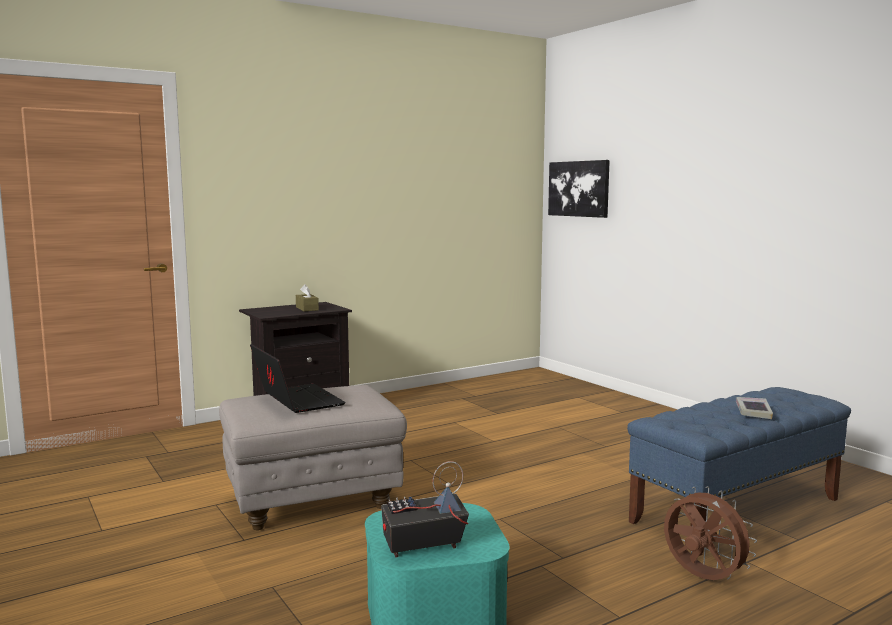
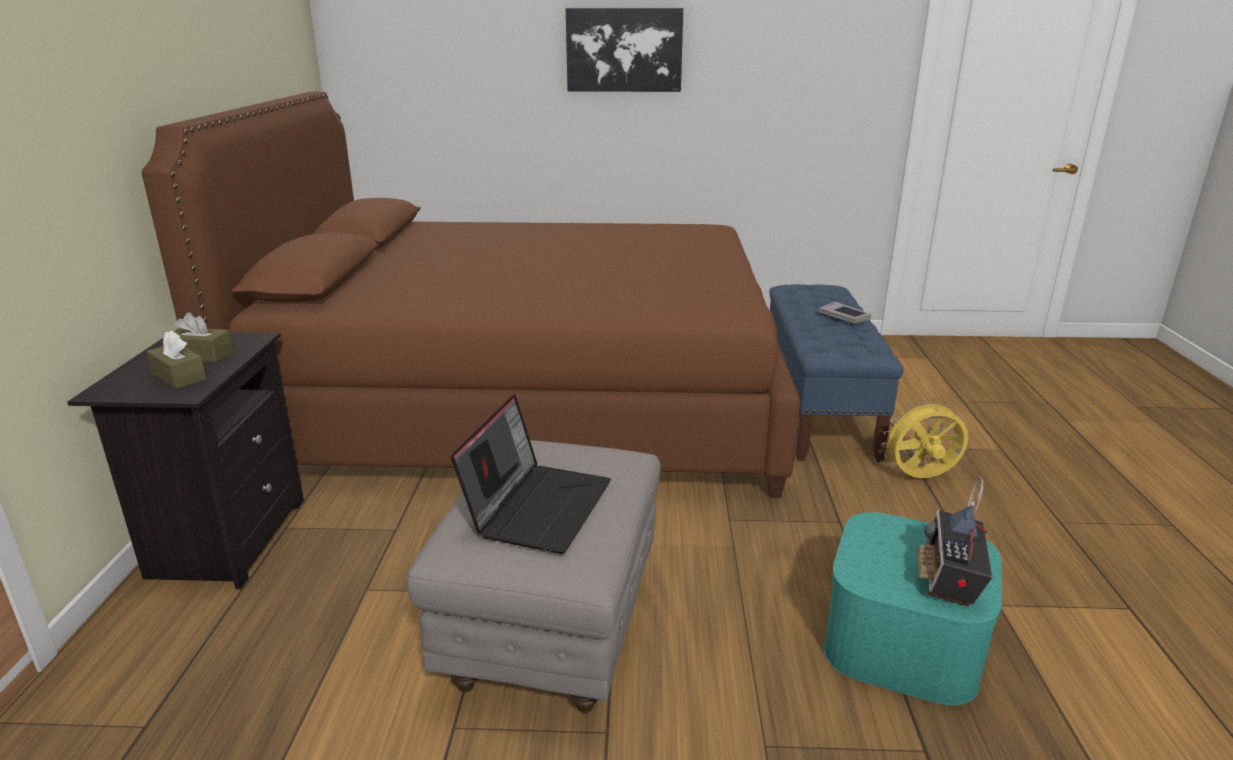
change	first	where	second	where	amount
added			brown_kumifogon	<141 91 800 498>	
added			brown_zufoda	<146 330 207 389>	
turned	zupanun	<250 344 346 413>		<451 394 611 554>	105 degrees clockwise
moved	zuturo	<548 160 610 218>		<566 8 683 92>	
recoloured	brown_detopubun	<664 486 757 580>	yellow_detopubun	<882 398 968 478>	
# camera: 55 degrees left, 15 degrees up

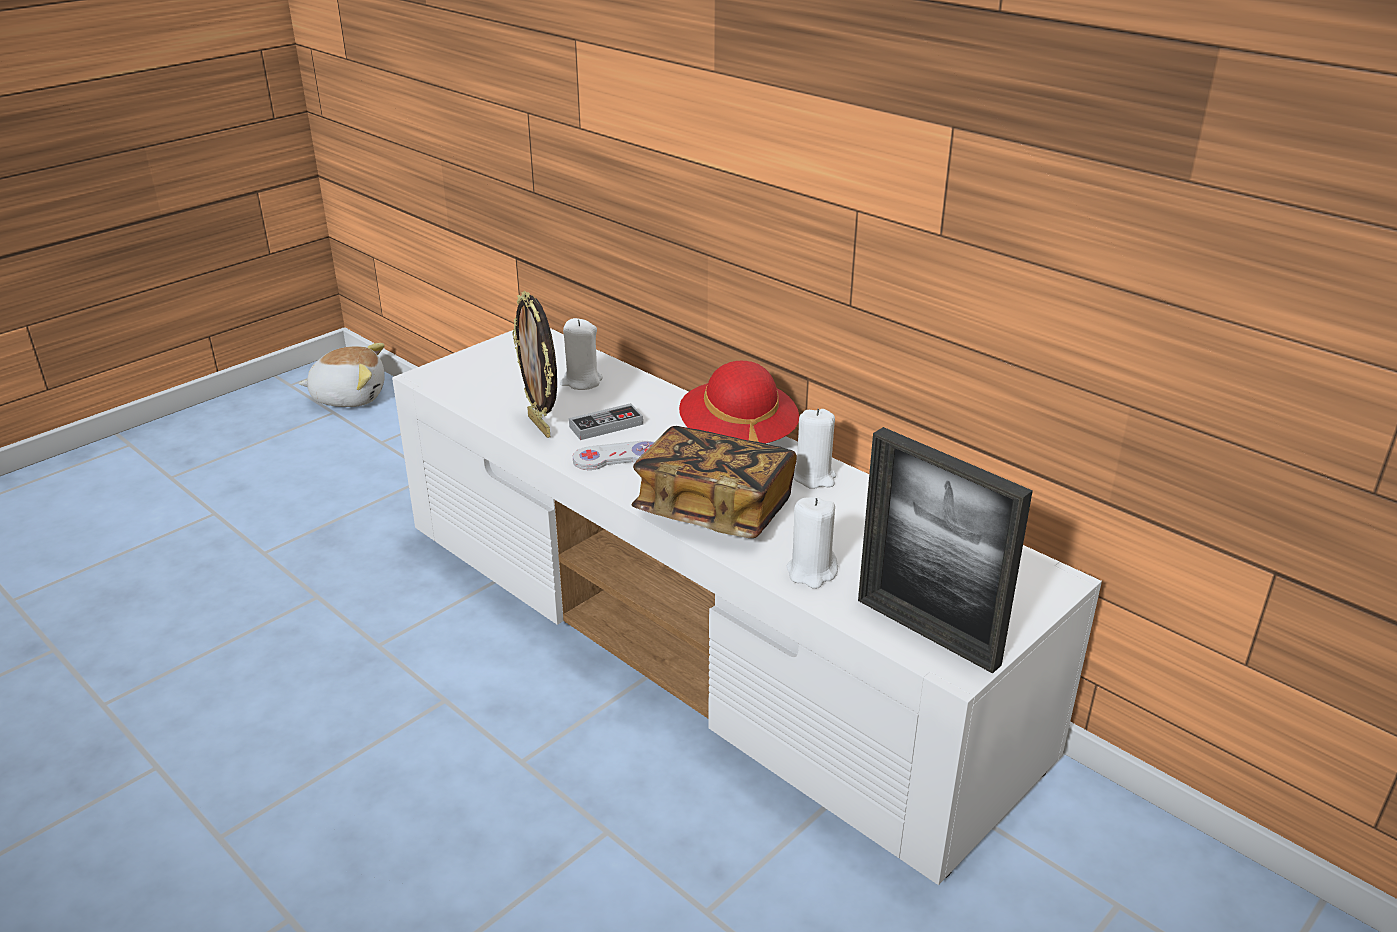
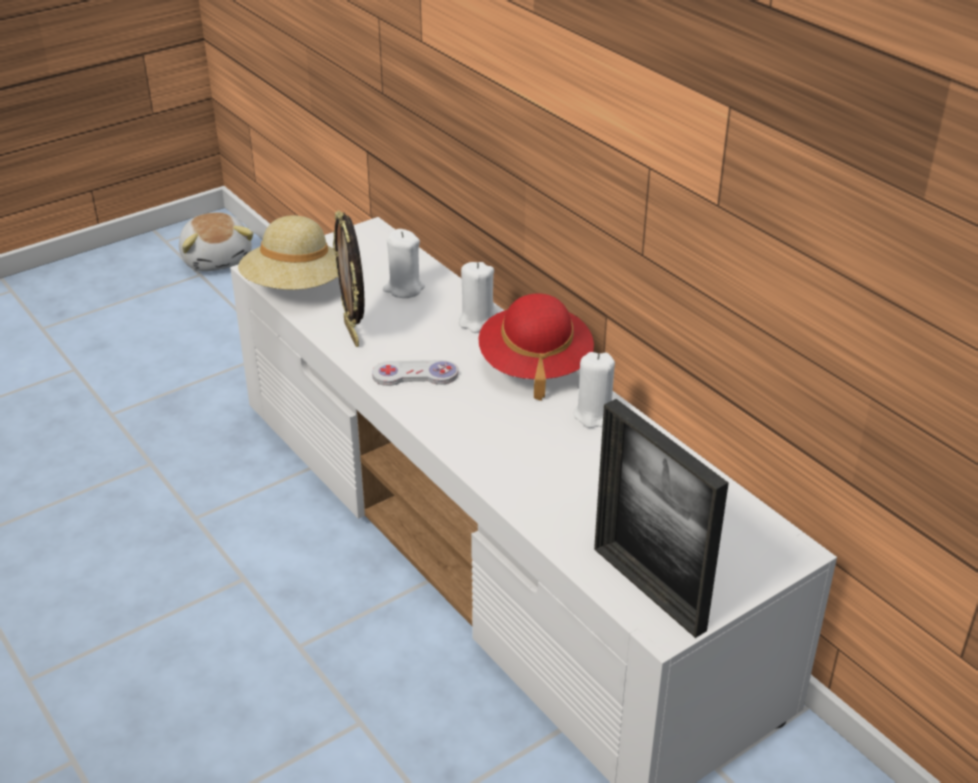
change	first	where	second	where	amount
turned	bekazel	<299 343 385 407>		<179 212 254 272>	60 degrees clockwise
added			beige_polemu	<238 215 338 290>	
moved	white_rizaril	<786 496 838 589>		<459 262 498 333>	
removed	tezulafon	<569 403 643 440>			
removed	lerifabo	<632 426 797 538>			
# camera: 10 degrees right, 5 degrees up

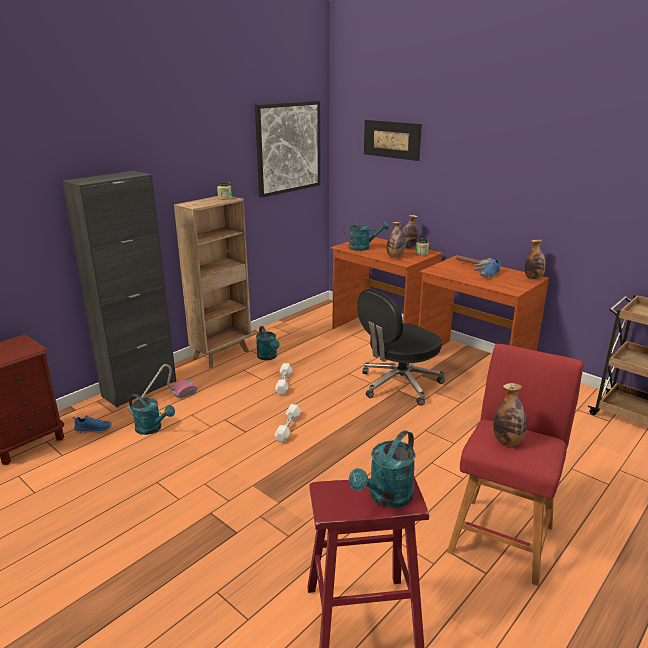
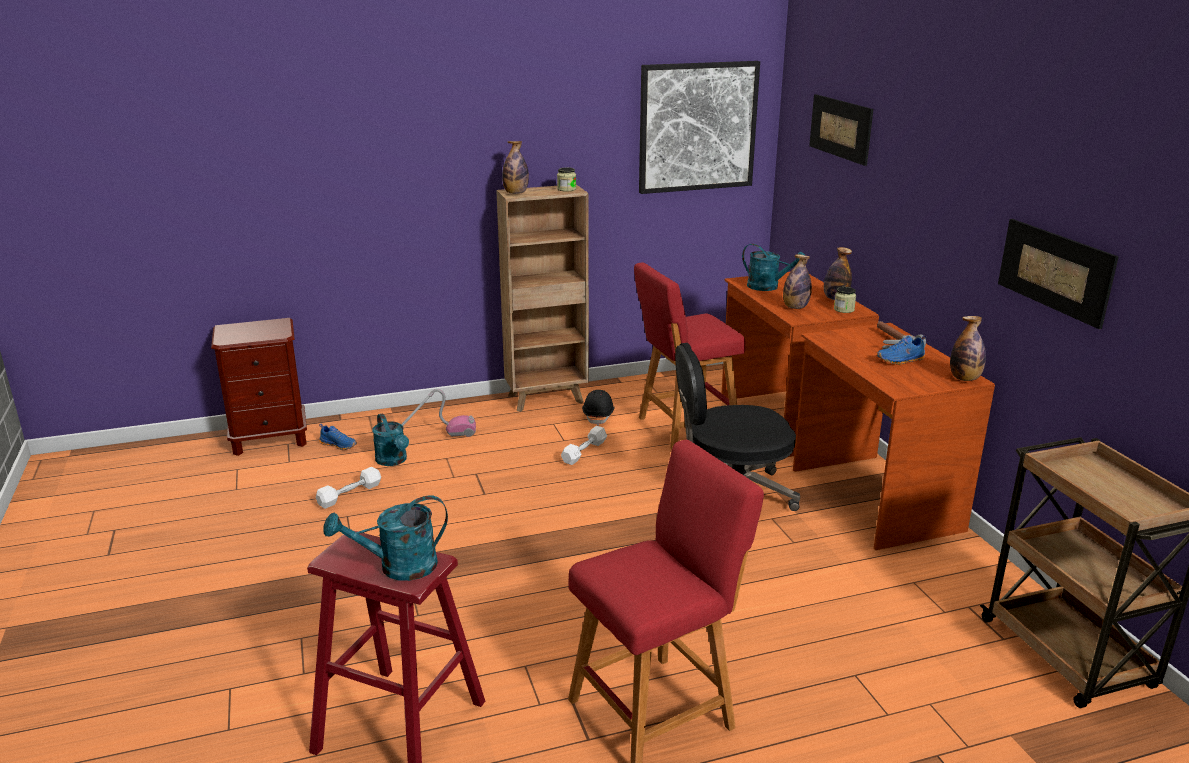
change	first	where	second	where	amount
moved	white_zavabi	<274 404 301 443>		<316 467 381 509>	
moved	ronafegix	<493 383 527 446>		<502 141 529 194>	
replaced	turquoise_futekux	<256 326 280 360>	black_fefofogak	<582 390 615 426>	
added			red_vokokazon	<634 263 746 449>	
added			zuturo	<998 219 1119 329>	
removed	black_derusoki	<62 171 176 408>			
# camera: 30 degrees right, 0 degrees up

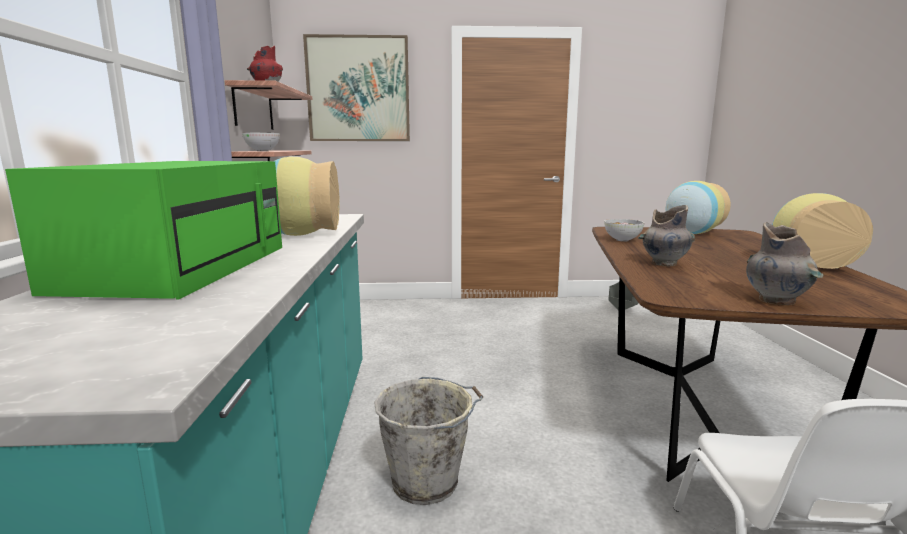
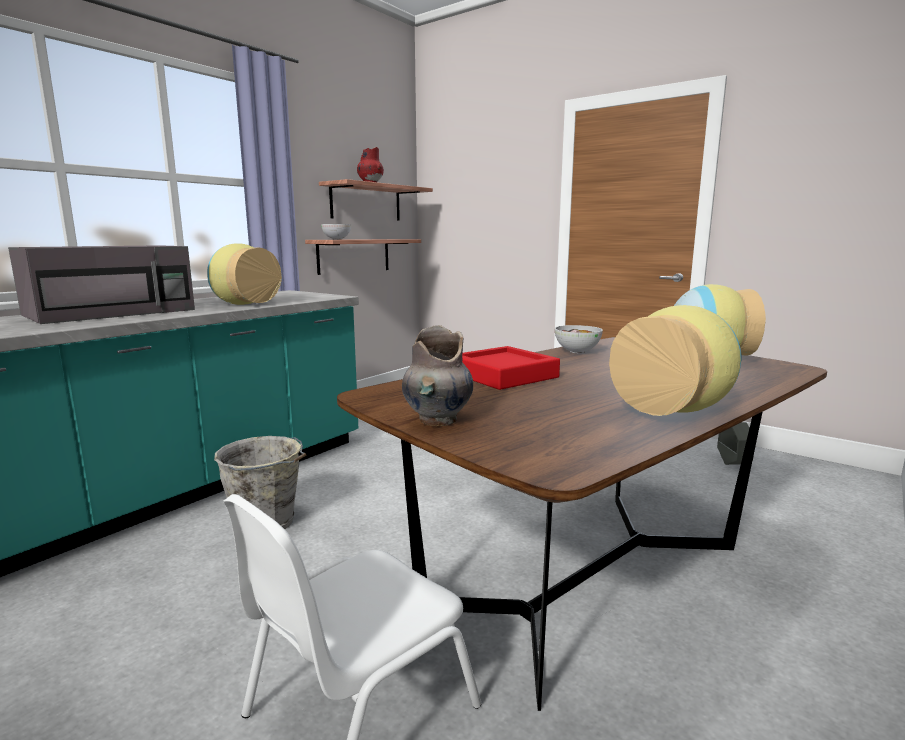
change	first	where	second	where	amount
recoloured	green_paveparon	<5 161 282 299>	grey_paveparon	<8 245 195 324>	
replaced	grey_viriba	<638 205 695 266>	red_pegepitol	<462 346 560 390>	
removed	zuturo	<303 34 410 141>			
# camera: 40 degrees right, 0 degrees up

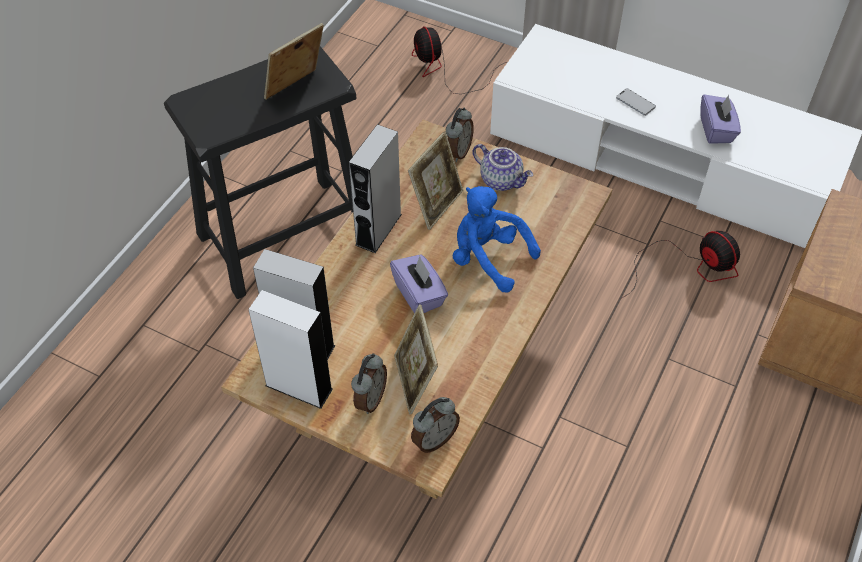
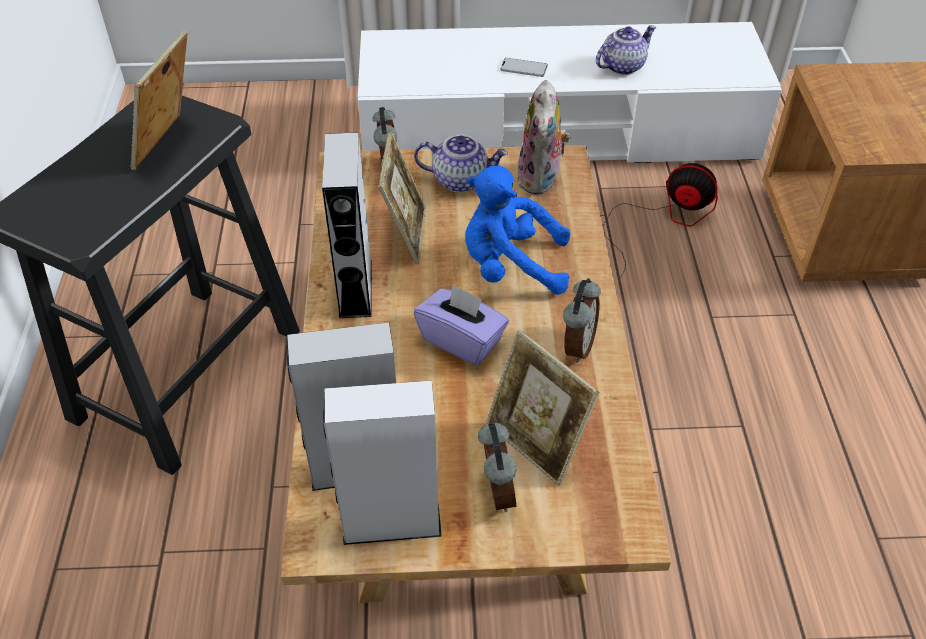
change	first	where	second	where	amount
added			bekazel	<517 80 571 195>	
moved	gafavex	<411 397 460 453>		<563 278 601 363>	
replaced	purple_zufoda	<700 94 741 144>	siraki	<596 25 656 75>	
removed	detopubun	<412 26 507 94>			
# camera: 30 degrees left, 5 degrees down

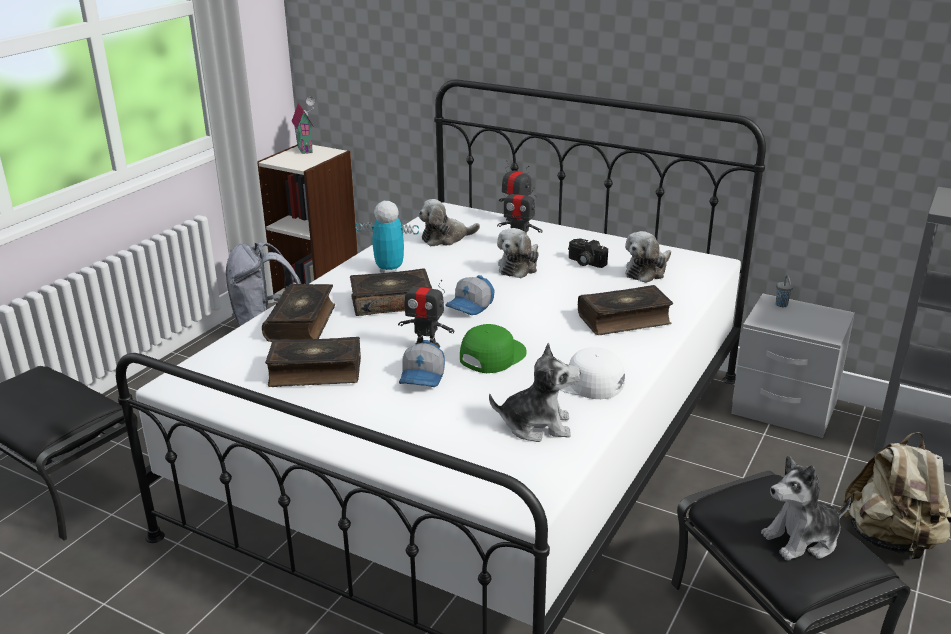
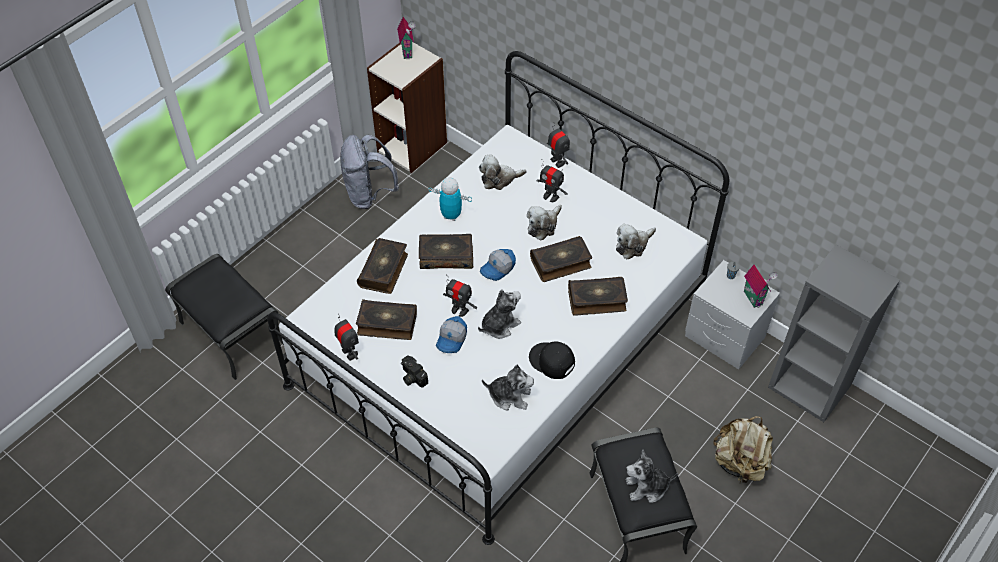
change	first	where	second	where	amount
added			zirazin	<334 314 359 361>	
moved	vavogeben	<568 238 608 268>		<401 355 428 388>	
replaced	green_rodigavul	<460 324 527 373>	bekazel	<478 289 521 339>	
recoloured	white_rodigavul	<560 347 625 399>	black_rodigavul	<529 342 575 379>	
added			lerifabo	<530 236 592 282>	
added			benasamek	<744 265 778 308>	
# camera: 10 degrees right, 25 degrees up

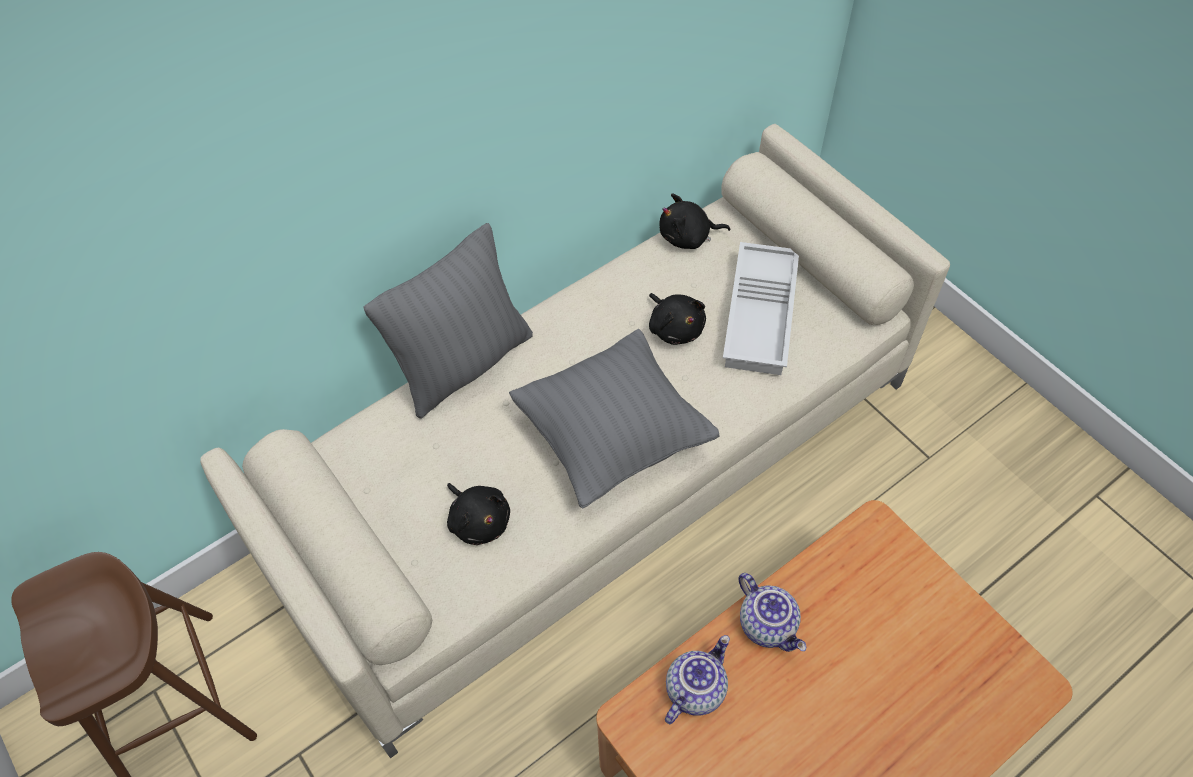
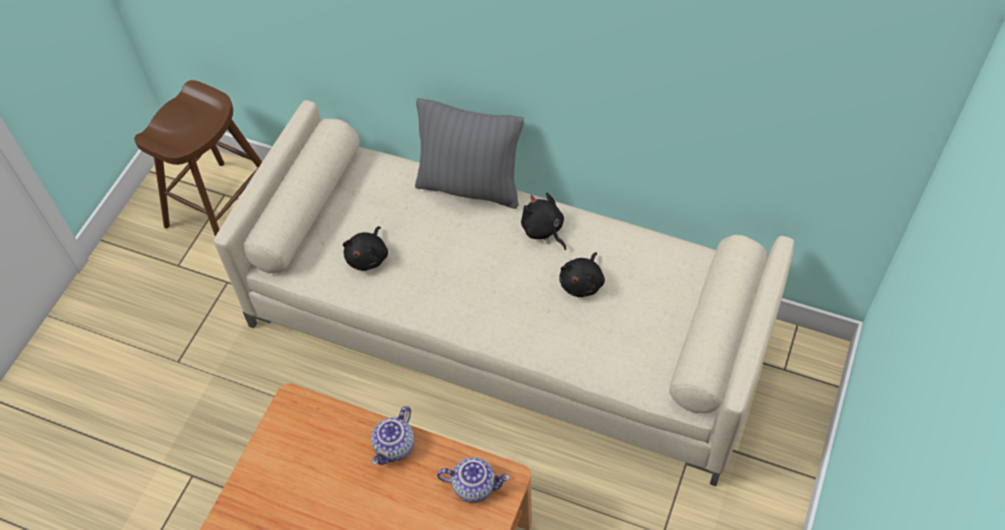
change	first	where	second	where	amount
moved	siraki	<665 635 730 725>		<437 457 510 503>	
moved	black_bekazel	<659 193 730 249>		<521 193 566 250>	
removed	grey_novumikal	<509 329 720 509>			
removed	white_pegepitol	<723 242 799 375>			
# camera: 60 degrees right, 0 degrees up

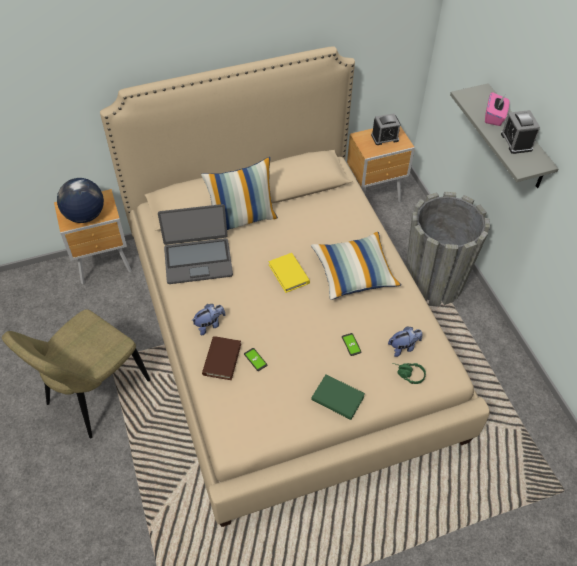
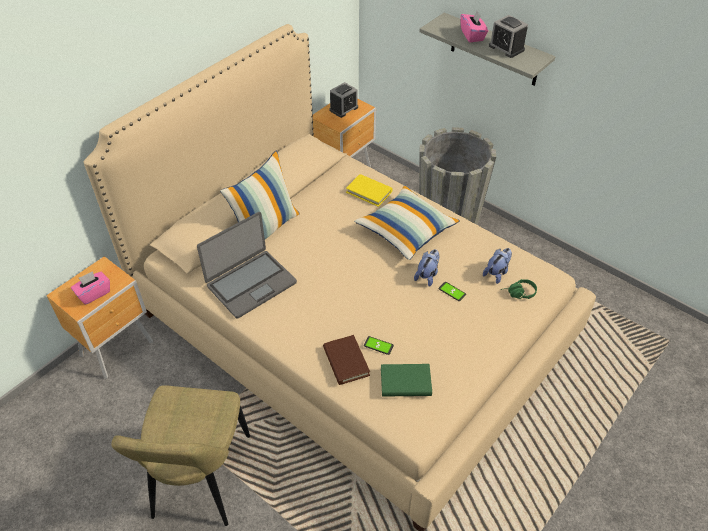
change	first	where	second	where	amount
replaced	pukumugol	<57 178 104 223>	pink_zufoda	<71 271 110 305>	
moved	yellow_lerifabo	<269 253 310 293>		<346 174 393 207>	
moved	green_lerifabo	<311 374 365 420>		<381 364 432 397>	
moved	bekazel	<191 304 225 335>		<414 249 439 286>	
# camera: 30 degrees left, 5 degrees down

